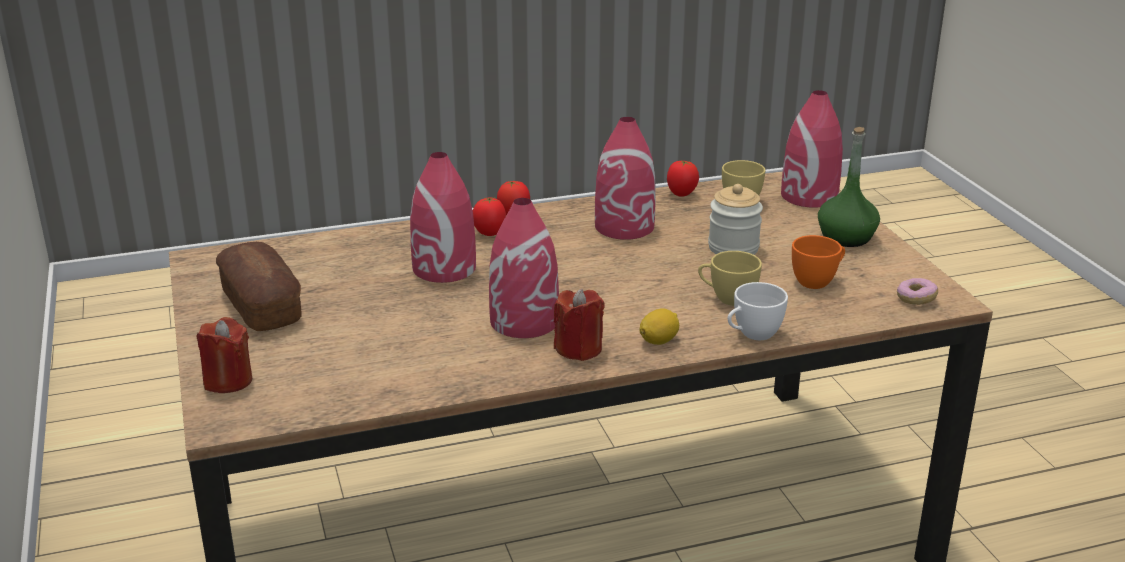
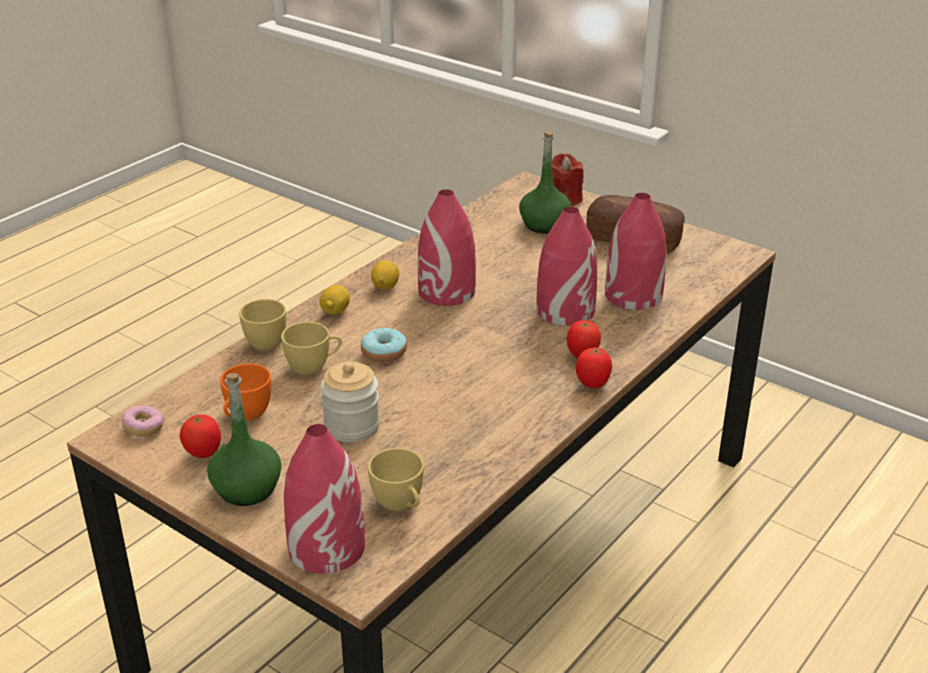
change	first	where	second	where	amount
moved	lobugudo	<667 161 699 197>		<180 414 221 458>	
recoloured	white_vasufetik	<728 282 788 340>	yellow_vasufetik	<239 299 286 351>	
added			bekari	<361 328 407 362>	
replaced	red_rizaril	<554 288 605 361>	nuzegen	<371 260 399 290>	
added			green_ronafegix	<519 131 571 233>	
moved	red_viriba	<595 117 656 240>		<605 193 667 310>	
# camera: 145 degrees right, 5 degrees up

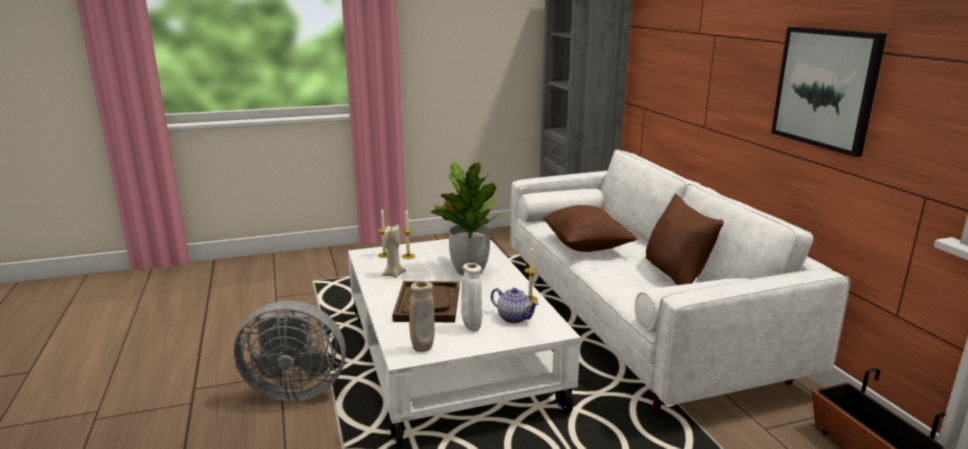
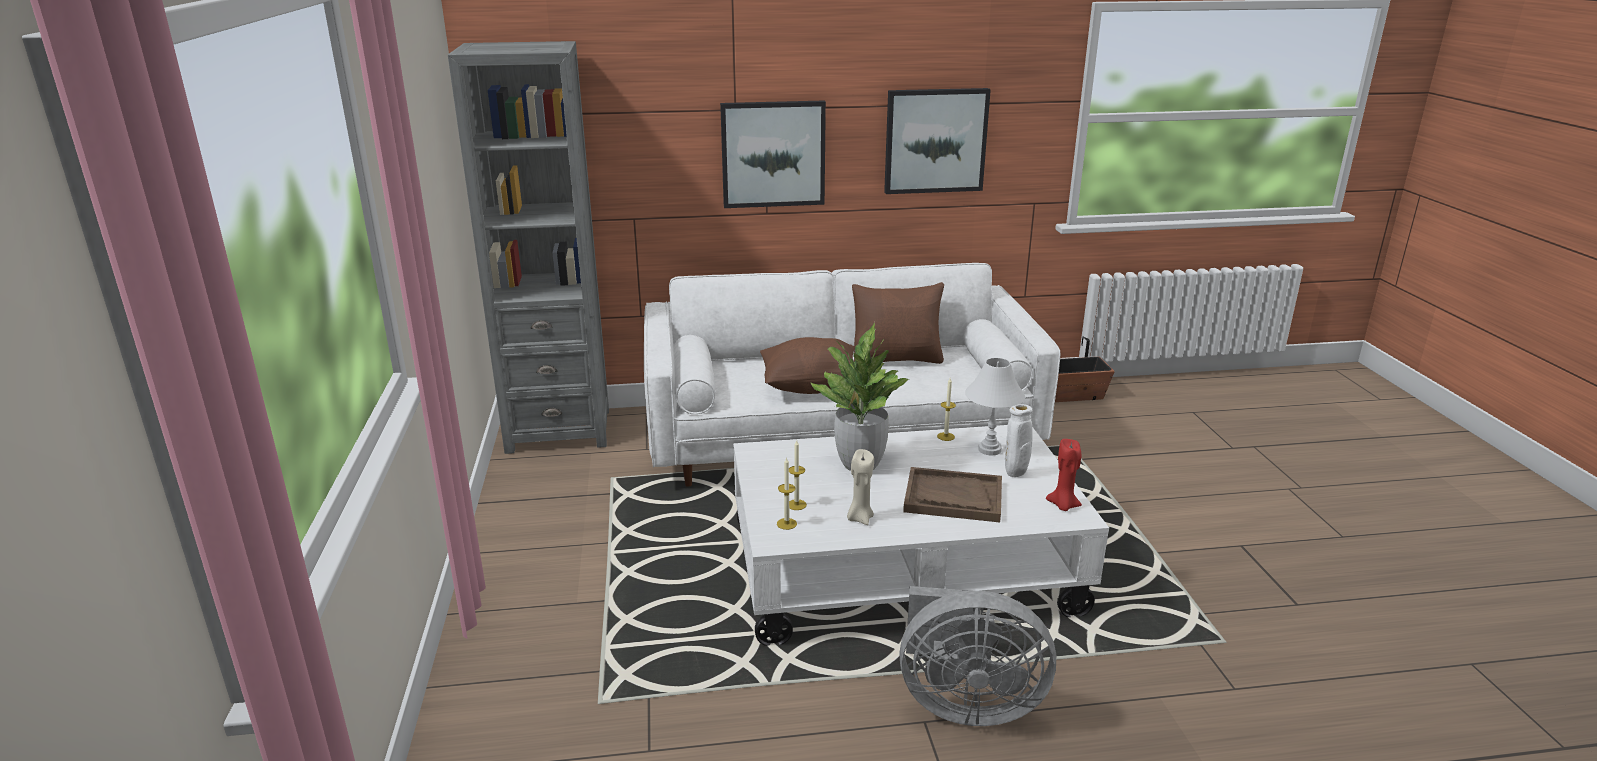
change	first	where	second	where	amount
added			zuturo	<720 101 826 208>	
turned	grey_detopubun	<234 301 346 402>		<899 586 1056 726>	90 degrees clockwise
replaced	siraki	<491 288 539 323>	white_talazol	<965 358 1025 455>	
replaced	beige_viriba	<409 281 435 352>	red_rizaril	<1046 439 1082 511>	
# camera: 80 degrees left, 5 degrees up

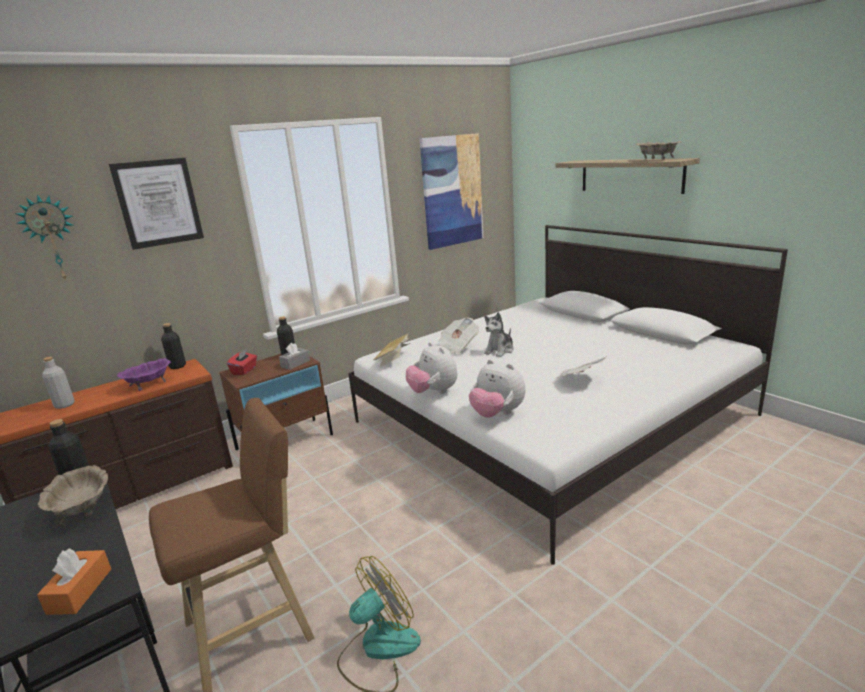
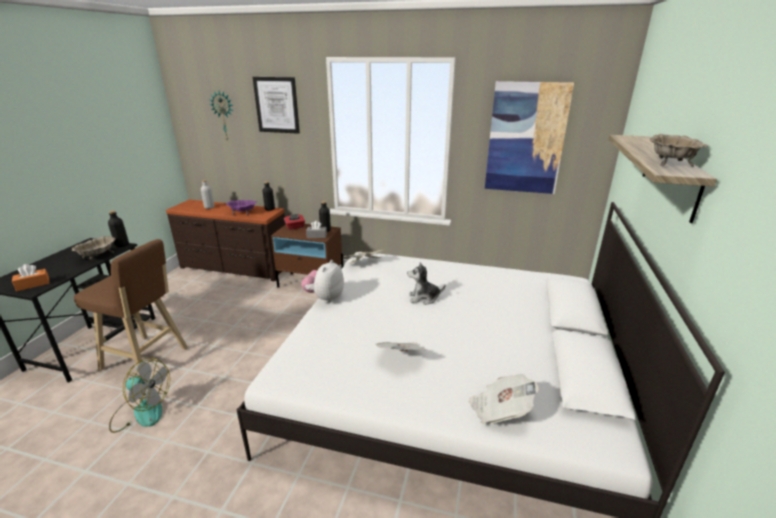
change	first	where	second	where	amount
moved	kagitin	<438 317 479 354>		<469 374 539 424>	
removed	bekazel	<469 359 525 418>			
# camera: 50 degrees right, 5 degrees up

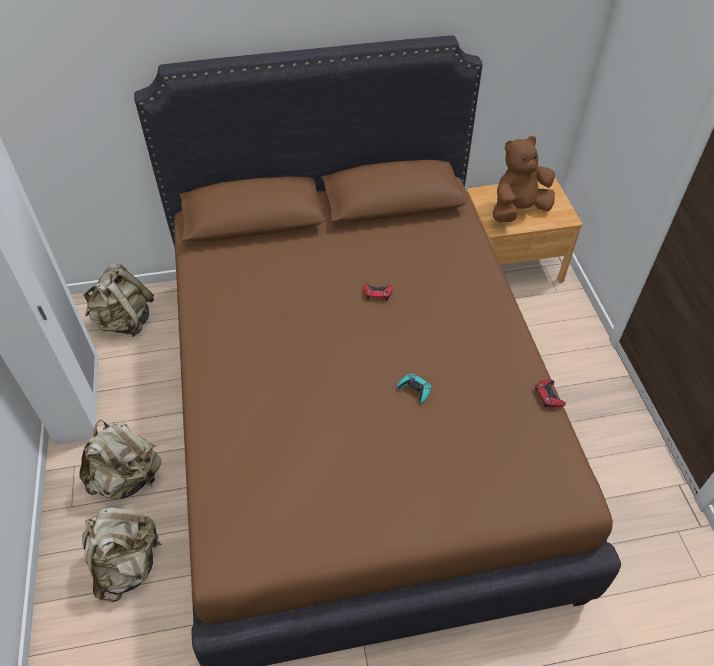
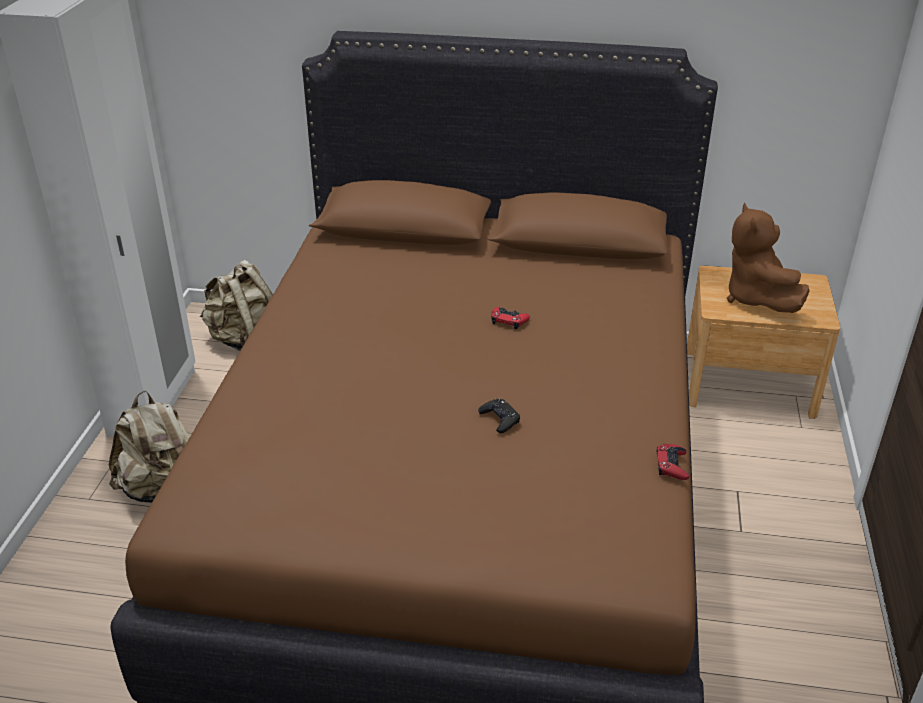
change	first	where	second	where	amount
recoloured	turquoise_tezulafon	<397 373 432 403>	black_tezulafon	<478 399 520 433>	
turned	brown_bekazel	<493 136 555 222>		<727 203 809 313>	90 degrees counterclockwise
removed	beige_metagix	<82 508 162 602>			
# camera: 20 degrees right, 15 degrees down

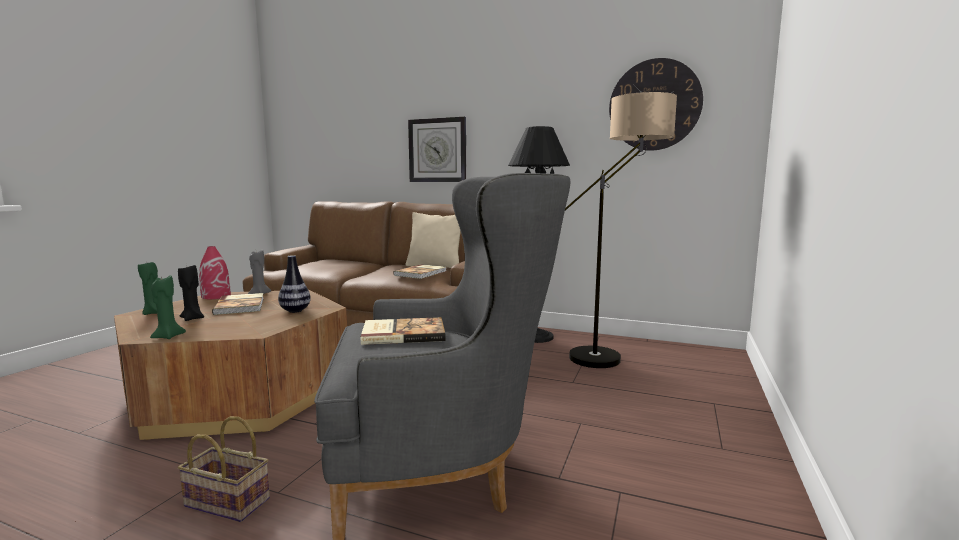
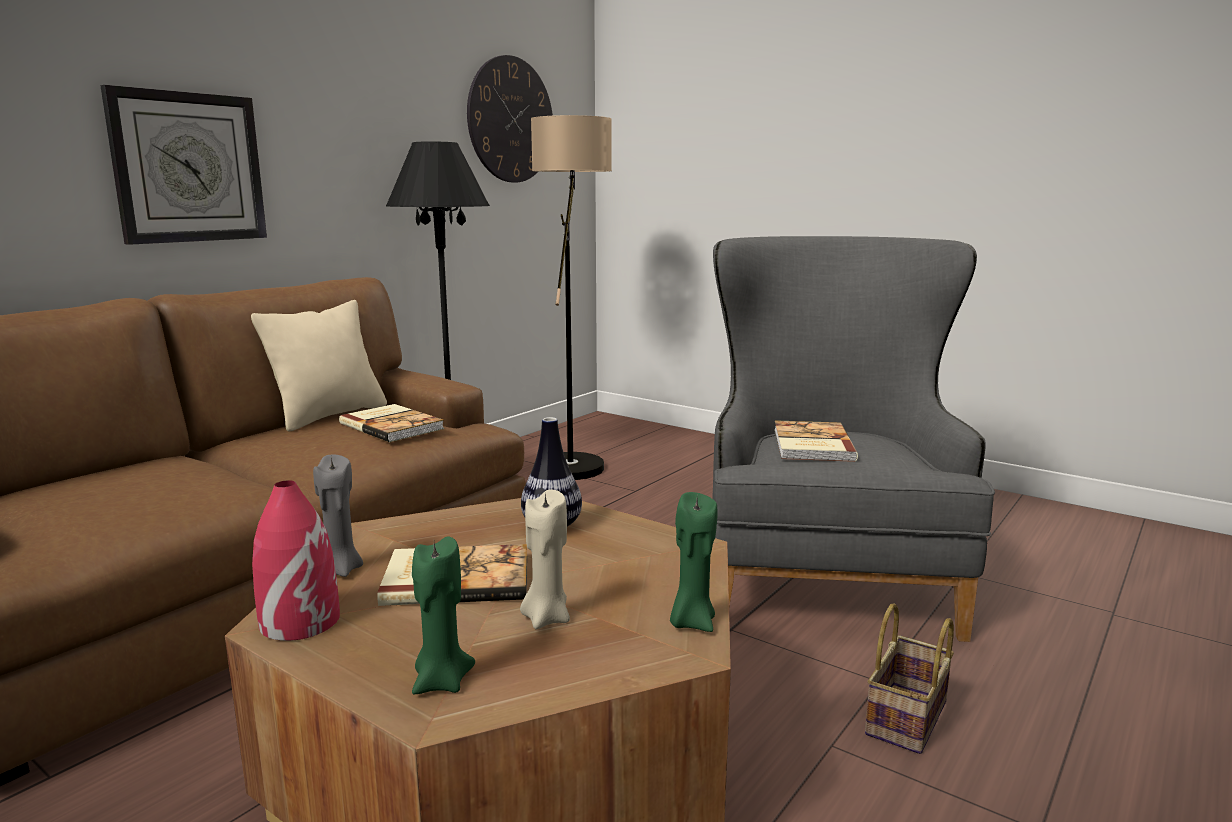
change	first	where	second	where	amount
recoloured	black_rizaril	<178 265 204 321>	beige_rizaril	<520 489 570 629>	
# camera: 75 degrees left, 5 degrees up

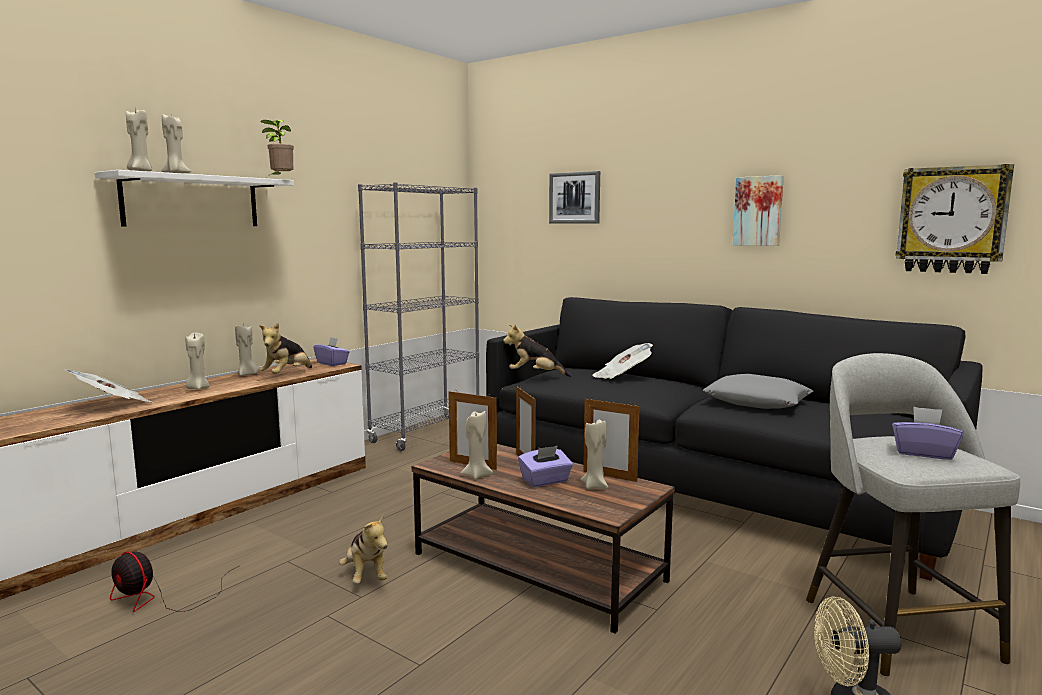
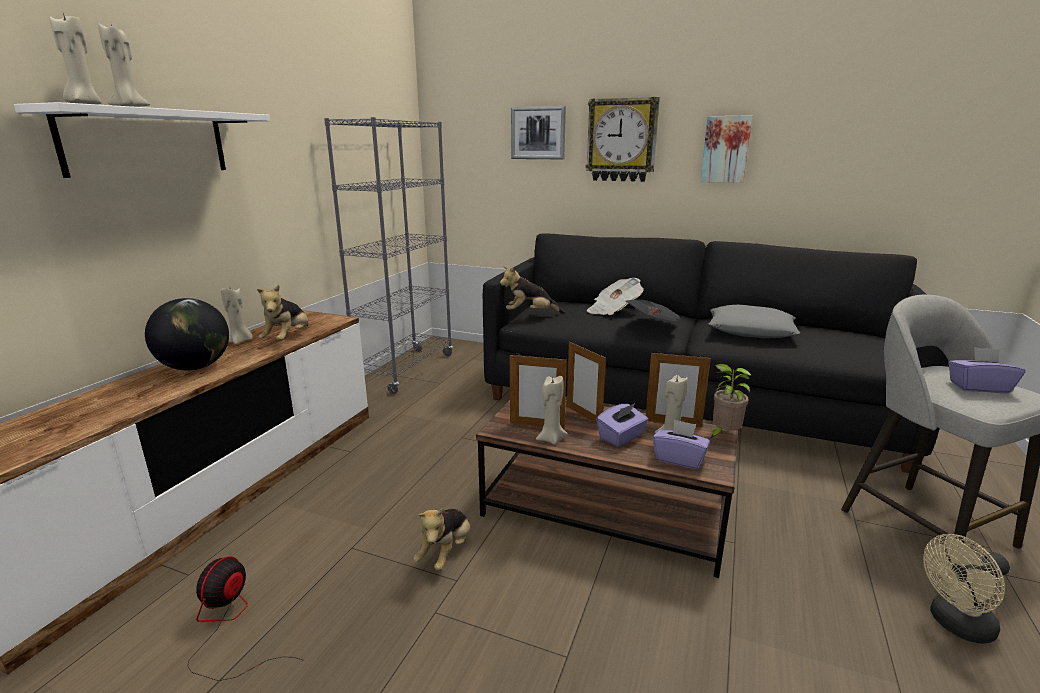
change	first	where	second	where	amount
replaced	beige_rizaril	<185 333 210 389>	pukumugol	<145 298 229 371>	
turned	detopubun	<110 552 239 612>		<187 556 304 681>	90 degrees clockwise
turned	bekazel	<339 514 388 584>		<414 507 470 571>	60 degrees clockwise
moved	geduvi	<896 164 1014 274>		<586 97 660 182>	
moved	kagitin	<63 369 151 402>		<625 300 680 321>	
moved	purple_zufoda	<313 337 349 366>		<653 419 710 469>	
moved	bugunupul	<261 120 294 177>		<711 364 751 438>	
# camera: 15 degrees left, 10 degrees up

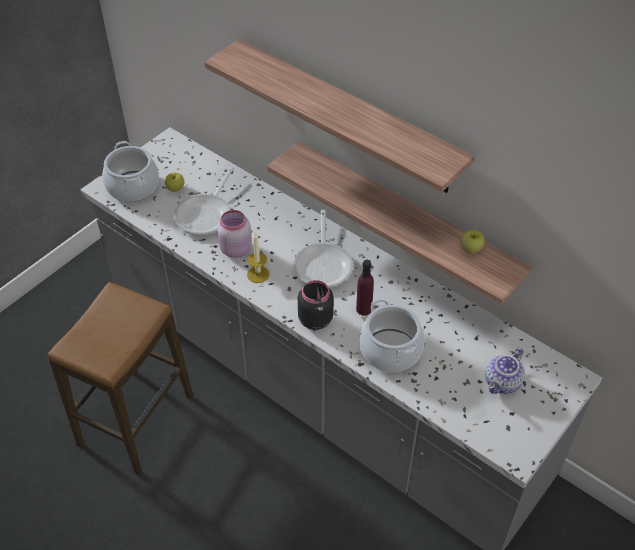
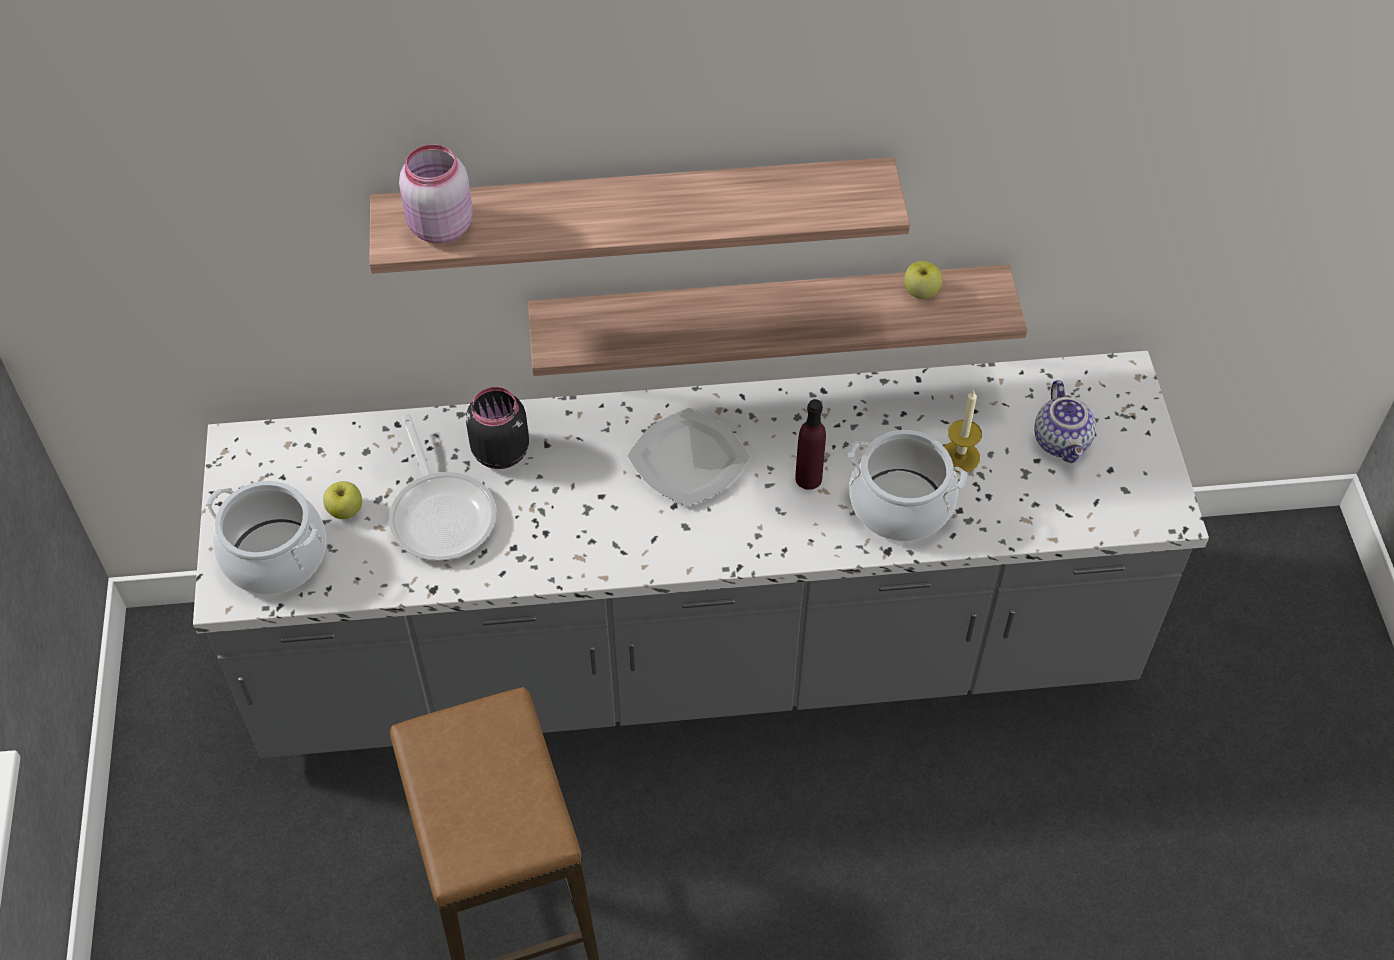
change	first	where	second	where	amount
moved	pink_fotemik	<217 210 252 258>		<399 144 473 244>	
moved	black_fotemik	<298 280 334 330>		<466 387 529 469>	
replaced	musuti	<293 210 353 288>	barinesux	<627 408 750 507>	
moved	rizaril	<247 233 270 283>		<944 390 982 472>	
# camera: 45 degrees left, 5 degrees up

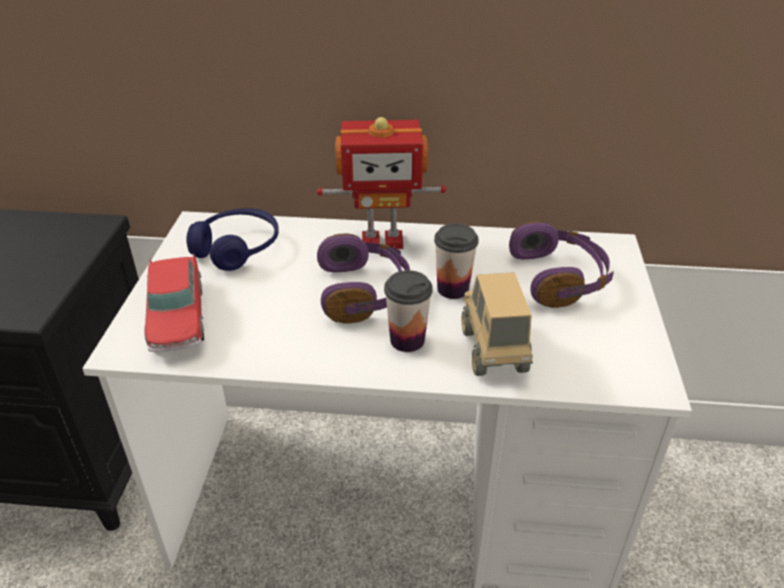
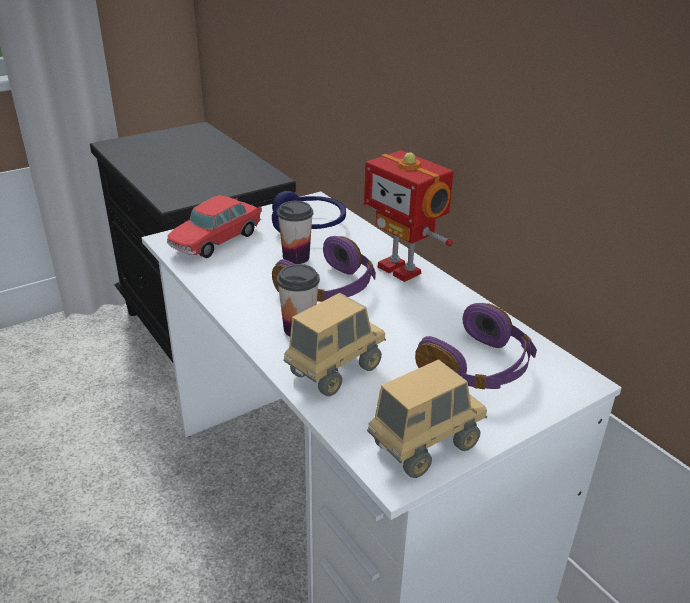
change	first	where	second	where	amount
moved	vasufetik	<434 223 479 299>		<277 201 313 264>	
added			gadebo	<367 359 487 478>	
# camera: 50 degrees right, 5 degrees down

